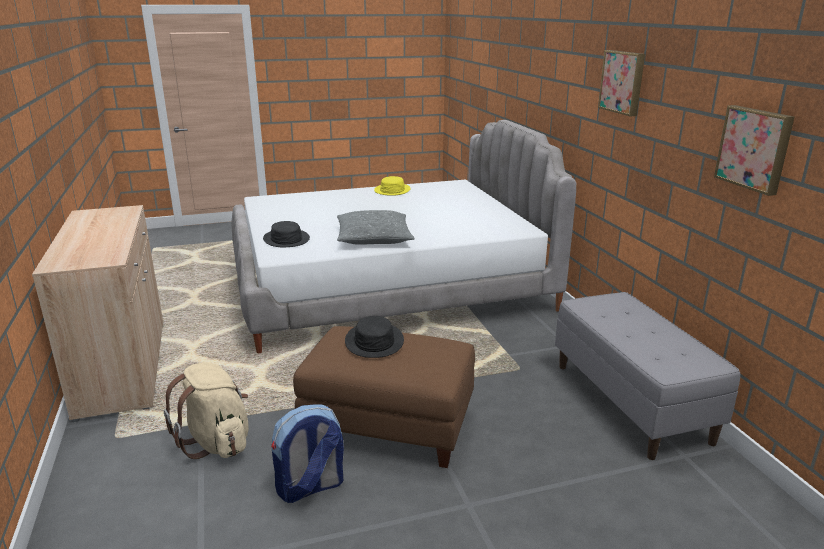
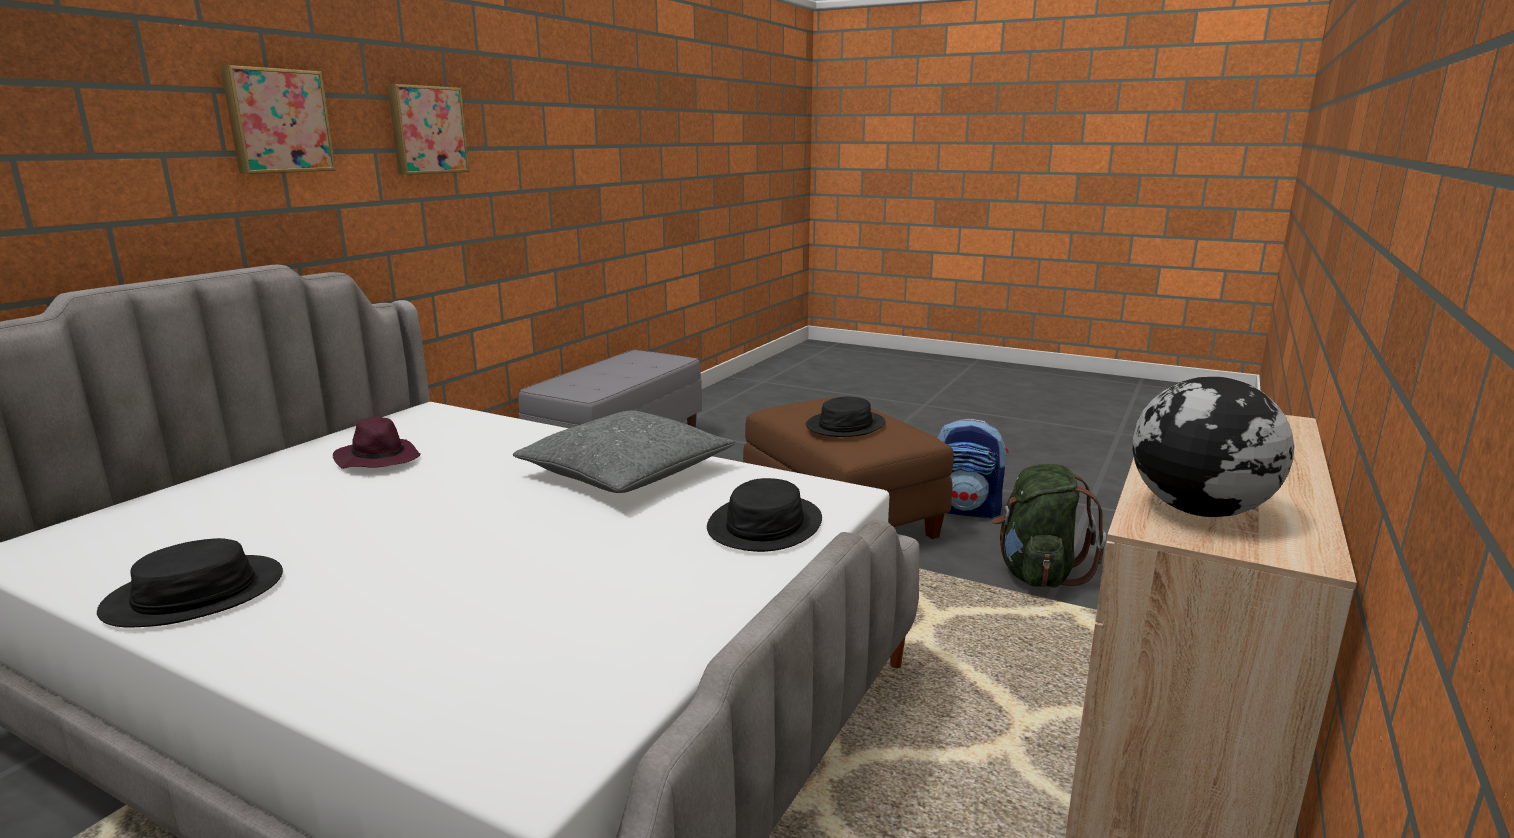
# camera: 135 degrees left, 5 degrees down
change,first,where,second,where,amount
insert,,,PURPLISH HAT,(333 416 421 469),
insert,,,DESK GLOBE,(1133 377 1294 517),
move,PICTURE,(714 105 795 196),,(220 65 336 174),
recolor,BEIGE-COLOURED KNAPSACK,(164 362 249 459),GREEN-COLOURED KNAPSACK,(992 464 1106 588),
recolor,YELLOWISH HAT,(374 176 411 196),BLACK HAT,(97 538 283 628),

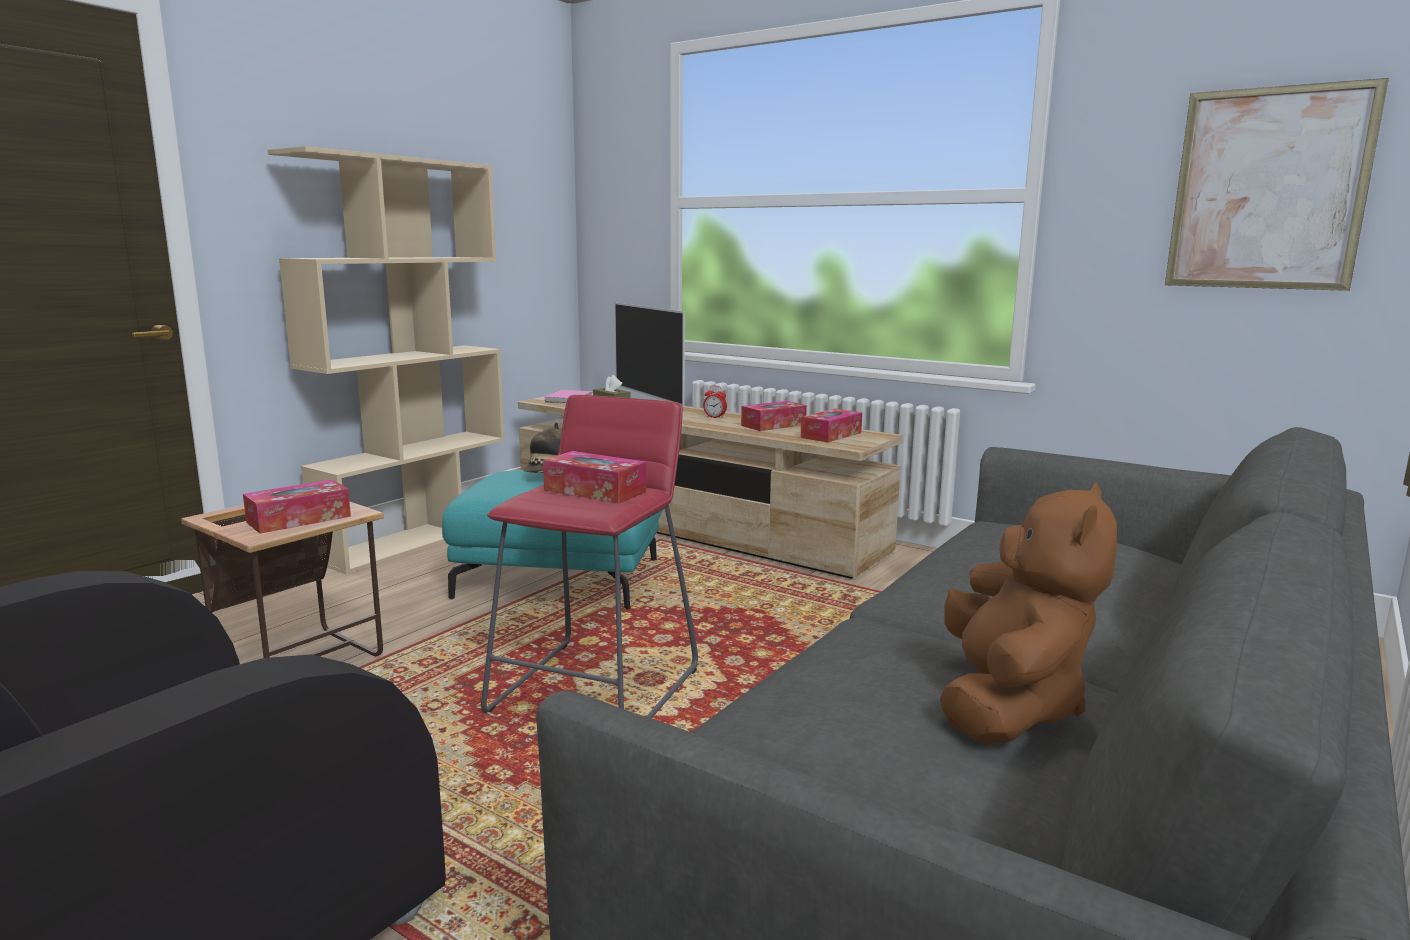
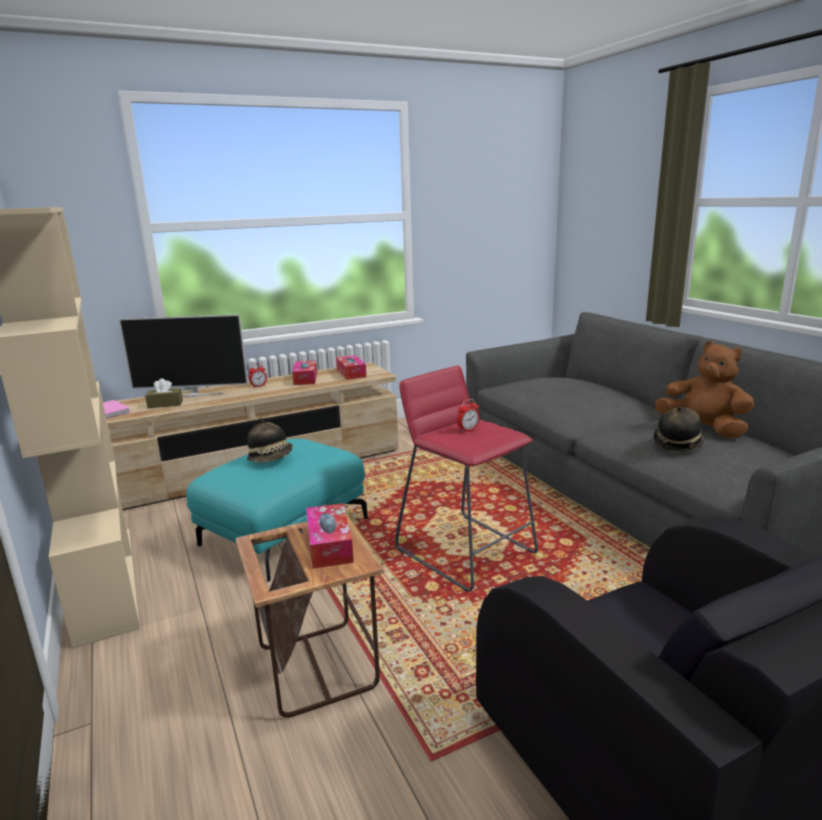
# camera: 60 degrees left, 5 degrees up
change,first,where,second,where,amount
delete,PICTURE,(1165 78 1389 291),,,
insert,,,HAT,(653 406 705 452),
replace,BOX OF TISSUES,(543 451 646 504),BEDSIDE CLOCK,(457 399 480 433),

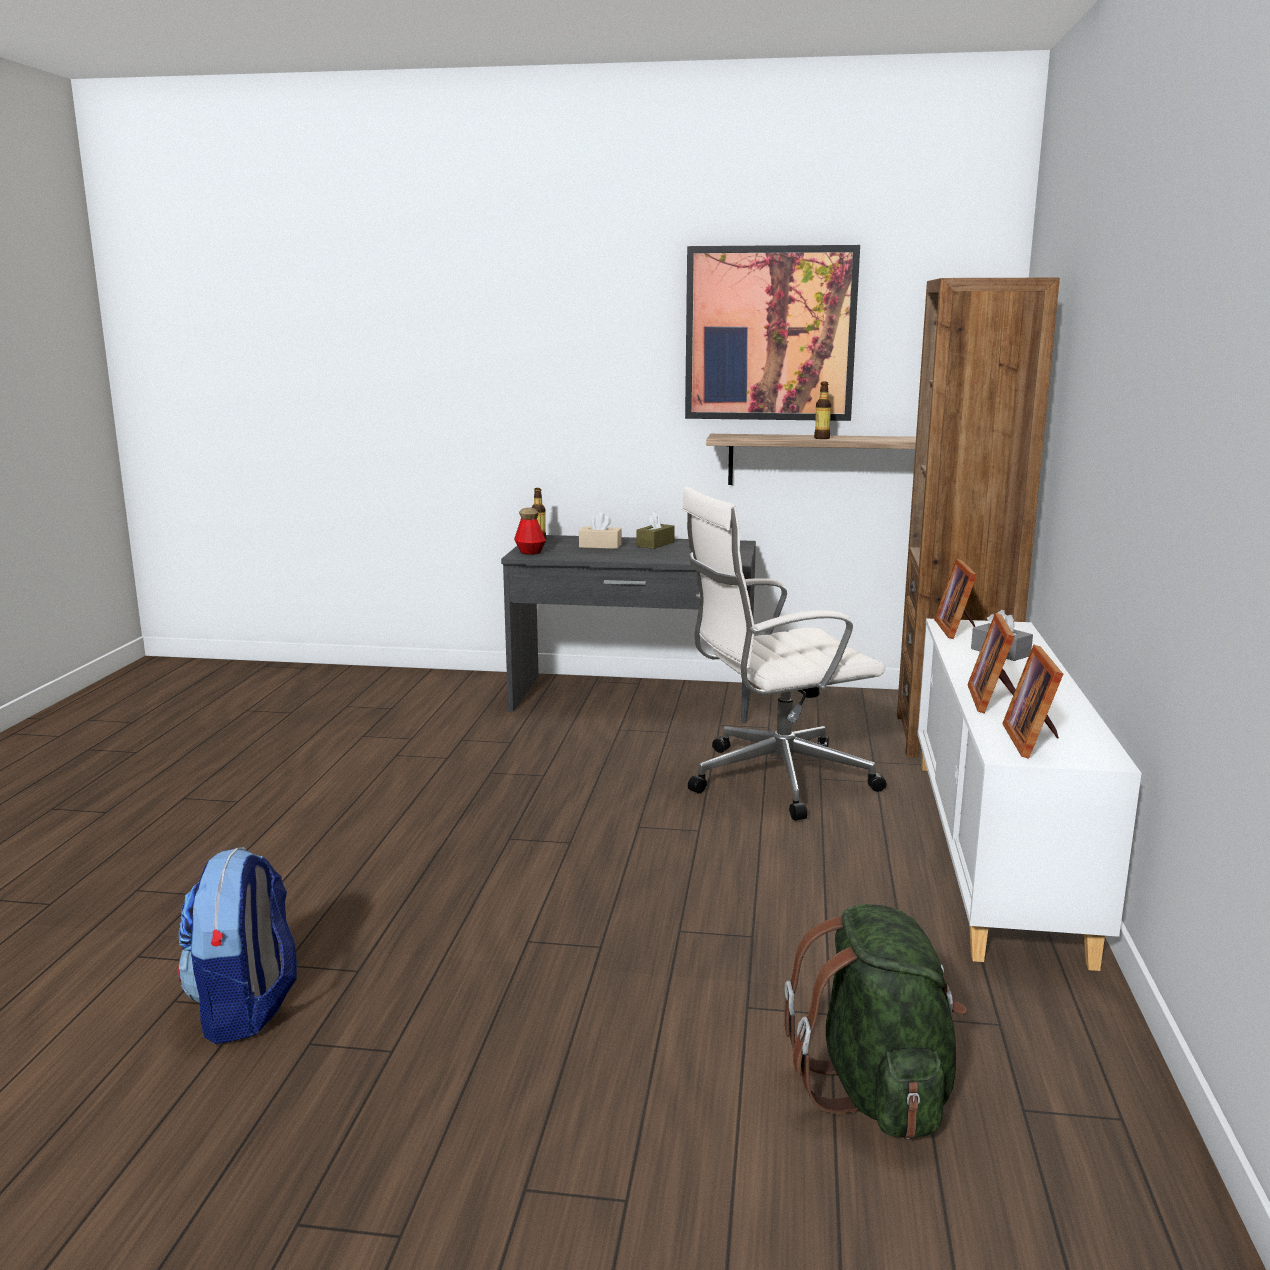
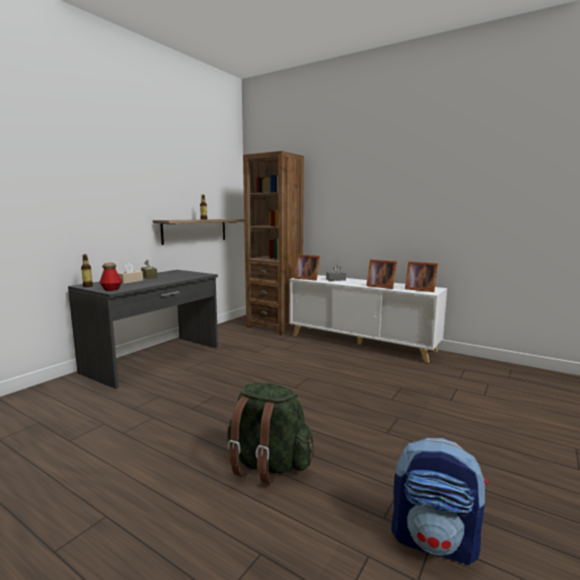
# camera: 65 degrees left, 5 degrees down
change,first,where,second,where,amount
delete,WHITISH OFFICE CHAIR,(681 486 887 821),,,
delete,PICTURE,(685 245 860 421),,,
move,GREEN-COLOURED KNAPSACK,(784 904 967 1139),,(227 383 314 484),

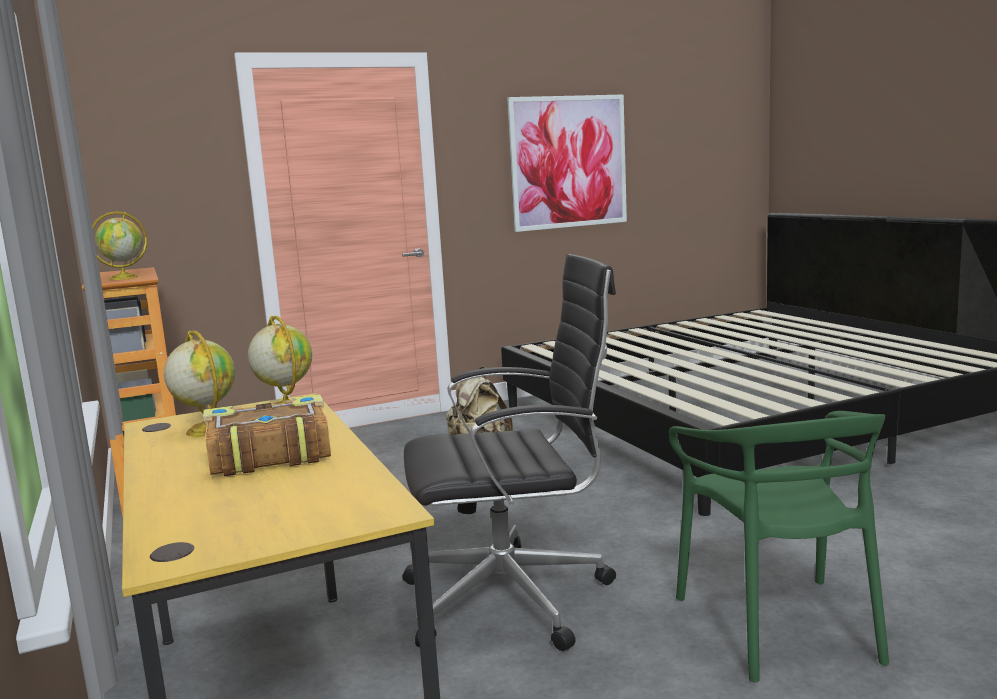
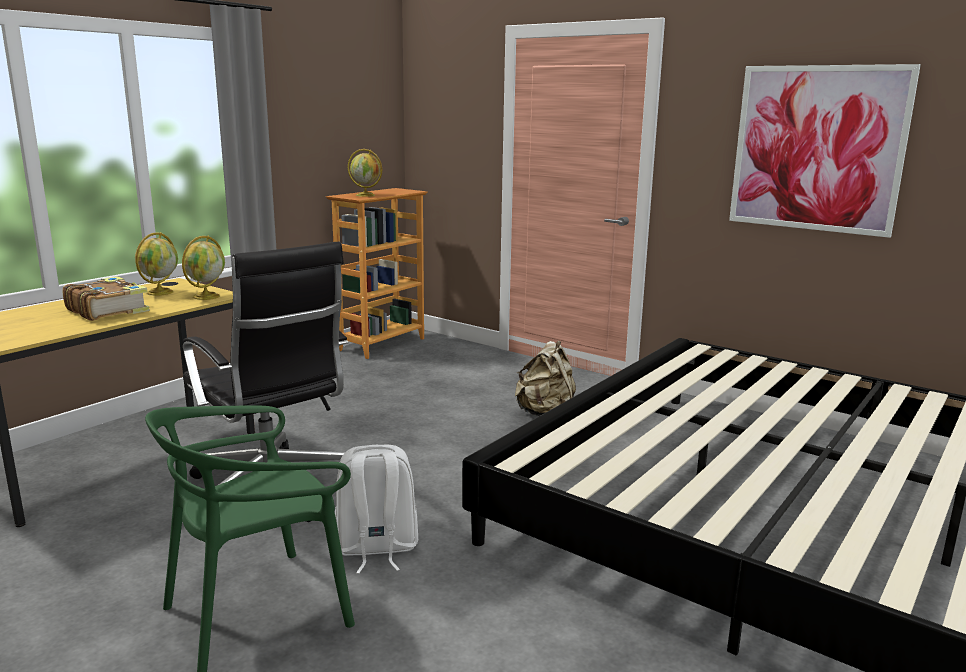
# camera: 60 degrees right, 5 degrees up
change,first,where,second,where,amount
insert,,,WHITISH KNAPSACK,(335 445 418 574),

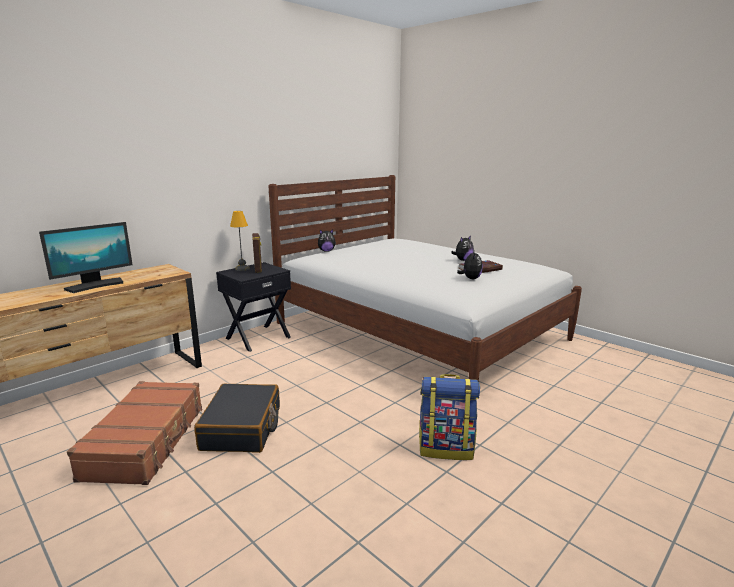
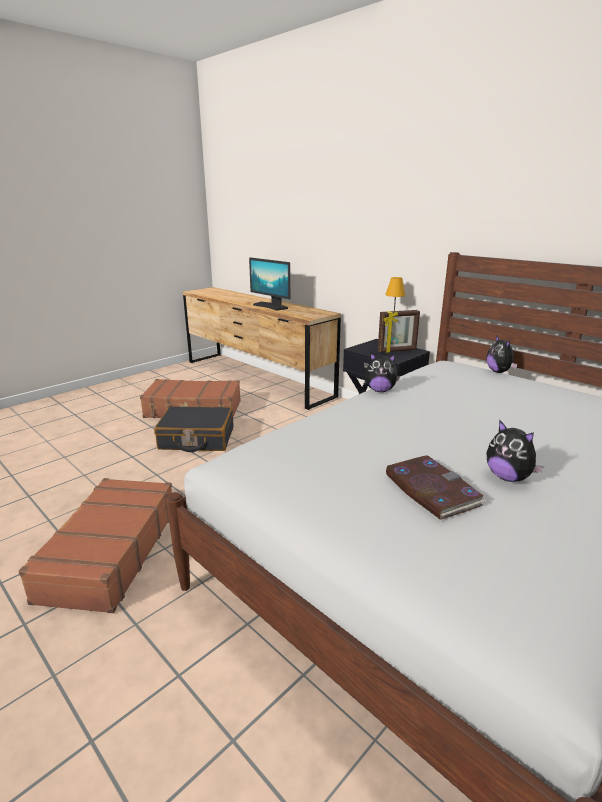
# camera: 90 degrees right, 5 degrees up
change,first,where,second,where,amount
move,PLUSH TOY,(457 250 483 279),,(365 353 400 392),
replace,KNAPSACK,(419 374 480 460),BROWN-COLOURED SUITCASE,(18 478 172 613),

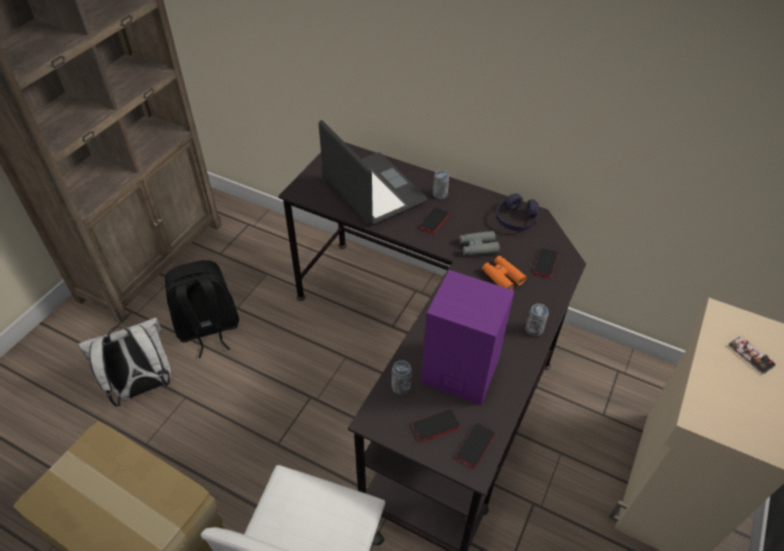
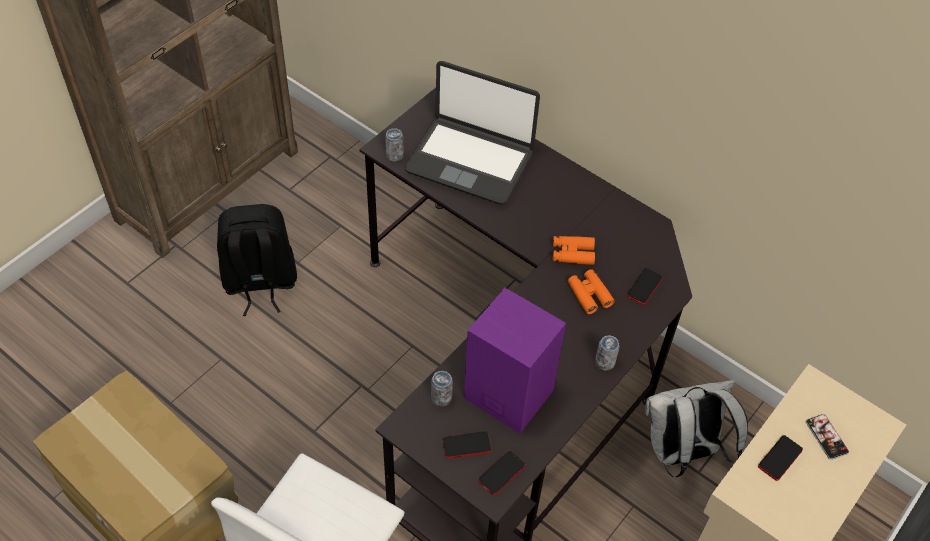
# camera: 10 degrees right, 5 degrees up
change,first,where,second,where,amount
delete,PURPLISH HEADSET,(496 193 539 231),,,
move,WHITISH KNAPSACK,(78 317 171 407),,(645 380 748 477),
move,HANDSET,(420 207 449 234),,(758 435 803 481),
move,SEALED CAN,(433 170 449 199),,(385 128 404 161),
recolor,GRAY BINOCULARS,(459 231 500 255),ORANGE-COLOURED BINOCULARS,(553 236 595 265),
rotate,PORTABLE COMPUTER,(319 120 428 225),,(405 61 540 205),135 degrees clockwise

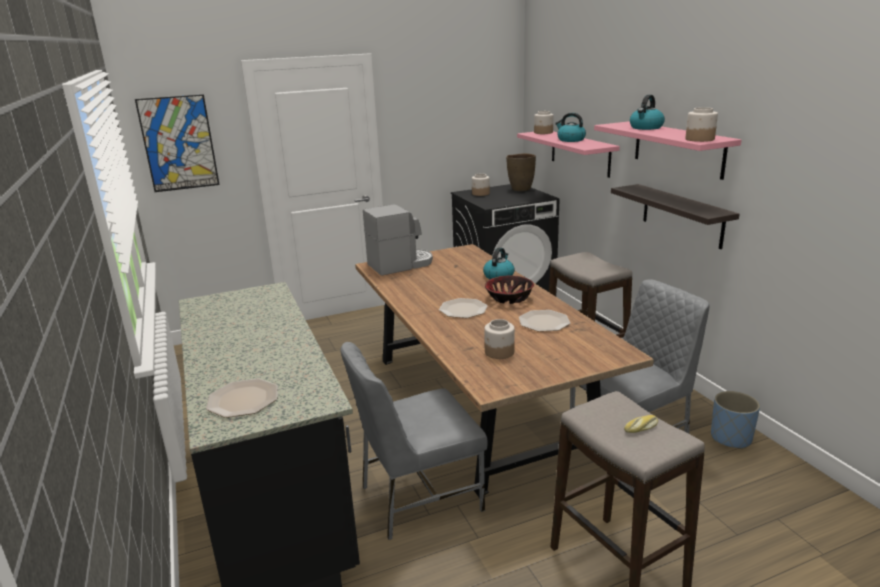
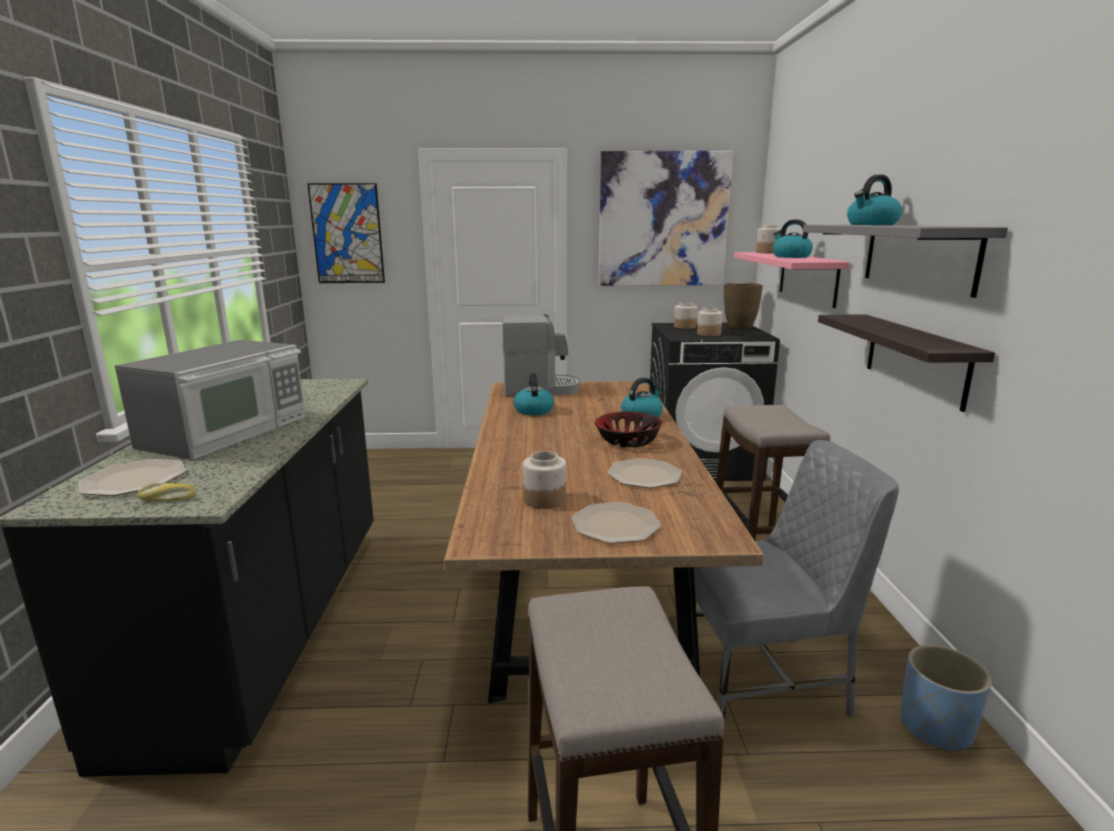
# camera: 20 degrees right, 5 degrees down
change,first,where,second,where,amount
delete,GRAY CHAIR,(340 342 488 540),,,
insert,,,MICROWAVE OVEN,(115 340 306 460),
insert,,,WATER KETTLE,(514 373 554 415),
insert,,,PICTURE,(599 151 733 286),
move,DINNER PLATE,(439 298 488 318),,(571 502 661 544),
move,BREAD,(624 415 658 433),,(137 482 196 501),
move,STORAGE JAR,(685 107 718 142),,(697 307 723 336),
recolor,PINK-COLOURED SHELF,(594 121 742 180),GRAY SHELF,(803 225 1008 298),

